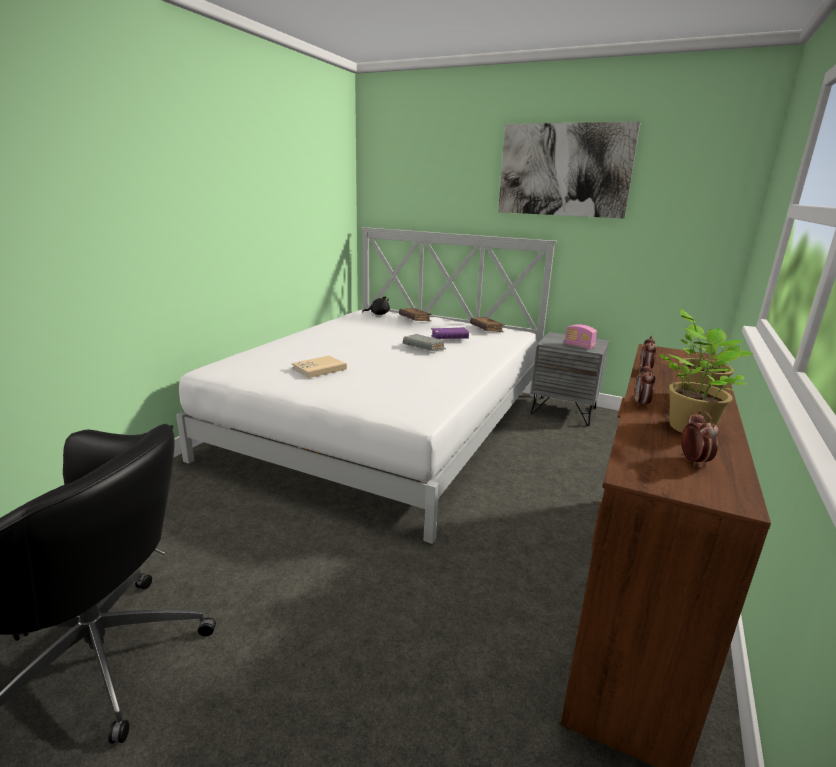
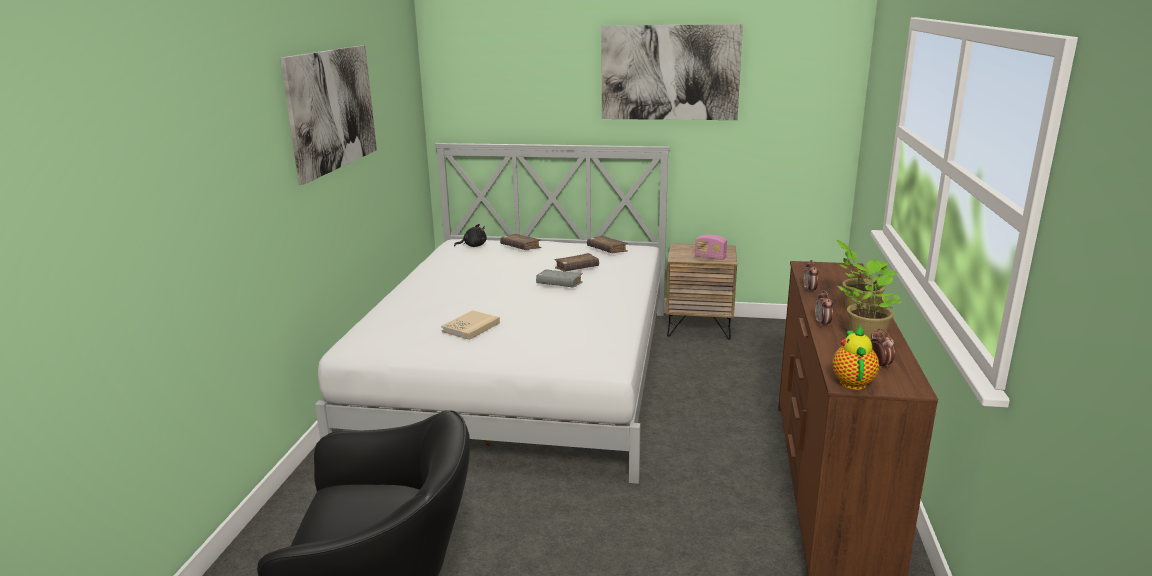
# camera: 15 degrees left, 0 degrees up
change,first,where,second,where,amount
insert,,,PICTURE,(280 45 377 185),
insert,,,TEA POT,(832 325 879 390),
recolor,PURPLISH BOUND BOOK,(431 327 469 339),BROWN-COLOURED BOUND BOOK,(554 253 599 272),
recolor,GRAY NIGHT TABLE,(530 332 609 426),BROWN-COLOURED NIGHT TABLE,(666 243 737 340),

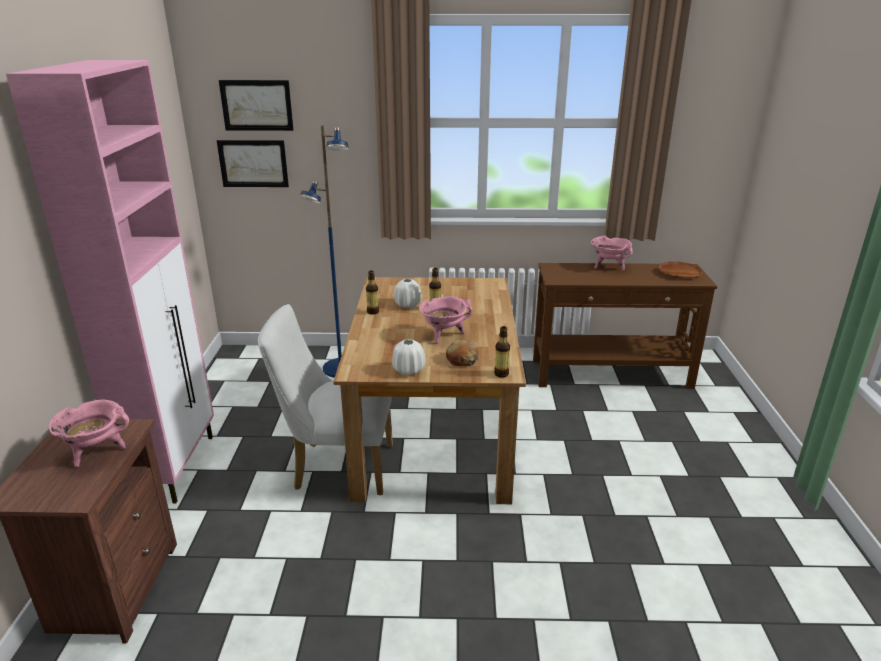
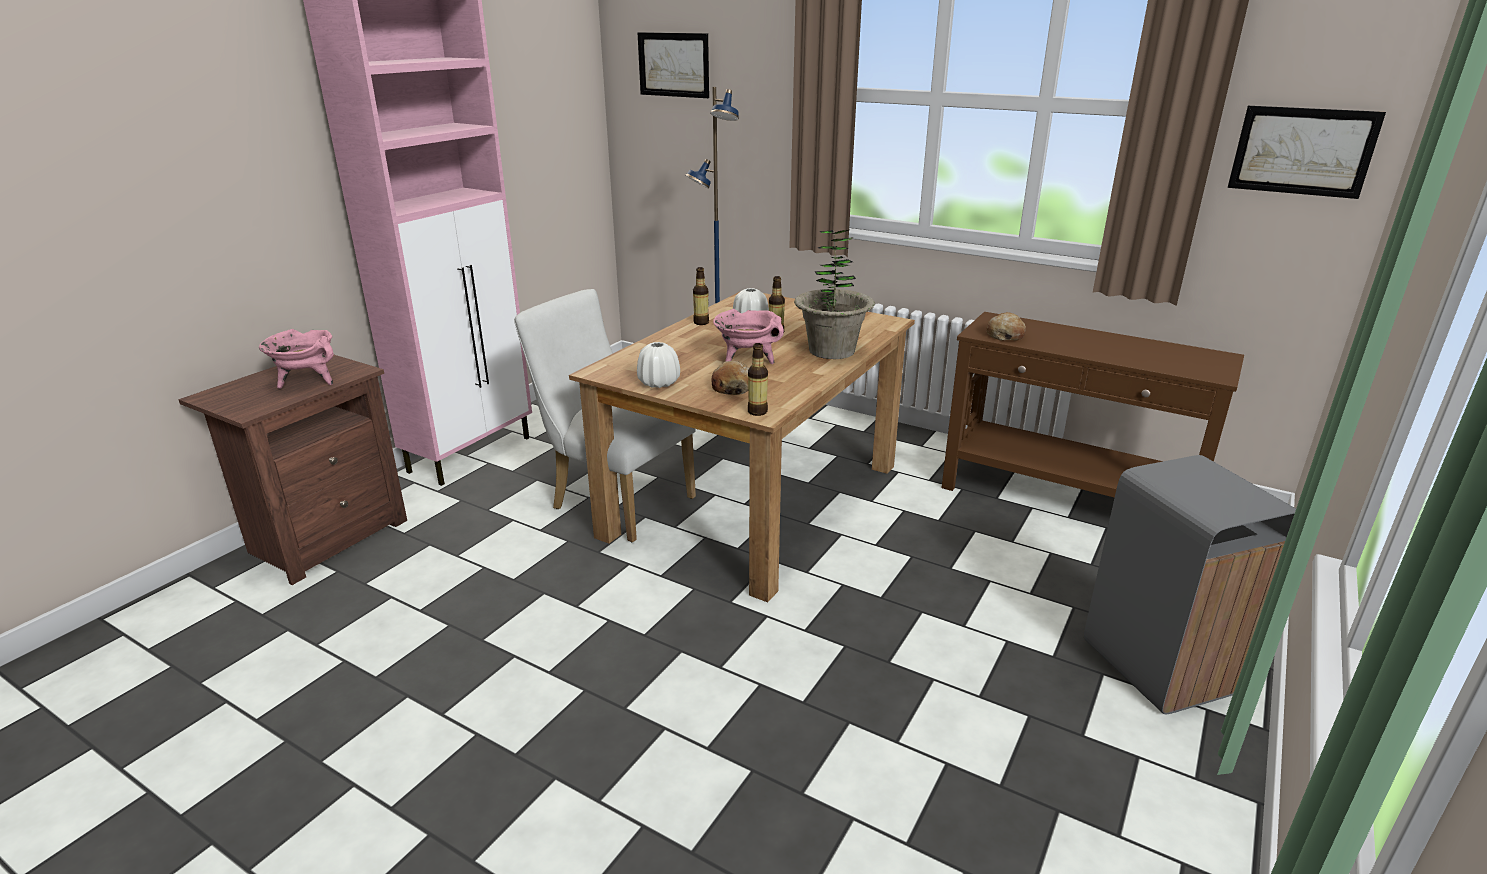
# camera: 30 degrees right, 0 degrees up
change,first,where,second,where,amount
delete,PINK-COLOURED COOKING POT,(591 235 633 271),,,
delete,BROWN-COLOURED DINNER PLATE,(657 261 702 278),,,
insert,,,POTTED PLANT,(794 230 875 359),
insert,,,BREAD,(986 312 1026 341),
insert,,,GRAY WASTE BIN,(1084 455 1296 714),
move,PICTURE,(217 140 289 187),,(1228 106 1386 199),

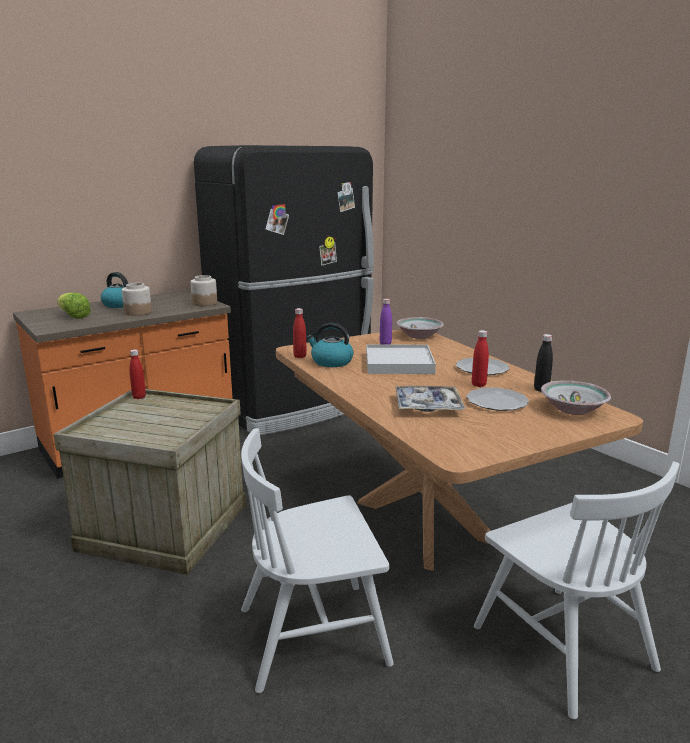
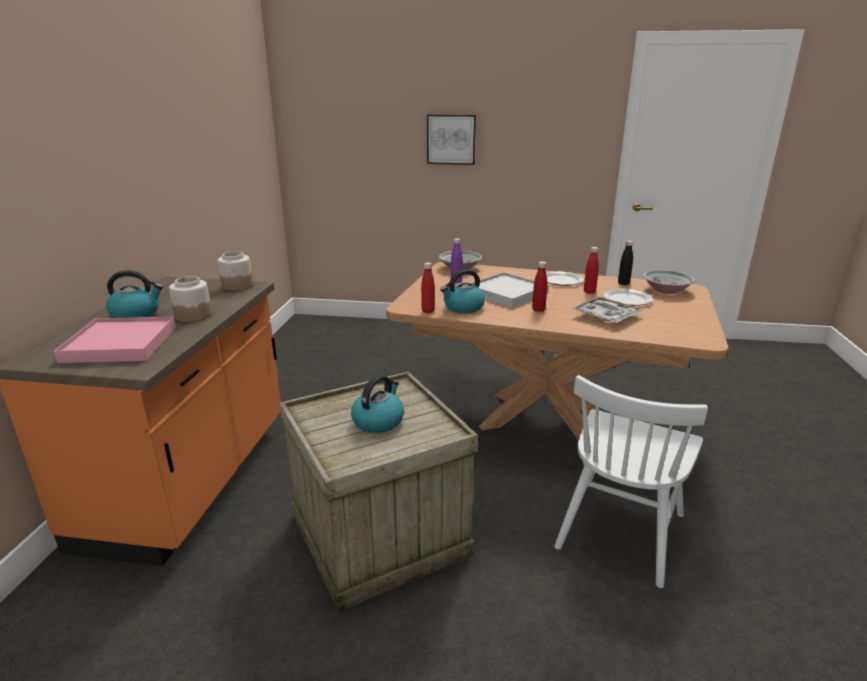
# camera: 45 degrees left, 5 degrees up
change,first,where,second,where,amount
delete,BLACK FRIDGE,(194 145 374 435),,,
delete,WHITISH CHAIR,(474 461 679 719),,,
insert,,,WATER KETTLE,(351 375 404 433),
insert,,,PICTURE,(427 114 476 165),
move,RED-COLOURED BEVERAGE BOTTLE,(129 349 146 399),,(532 262 547 312),
replace,LETTUCE,(57 293 91 319),PINK-COLOURED SERVING TRAY,(54 317 176 363),

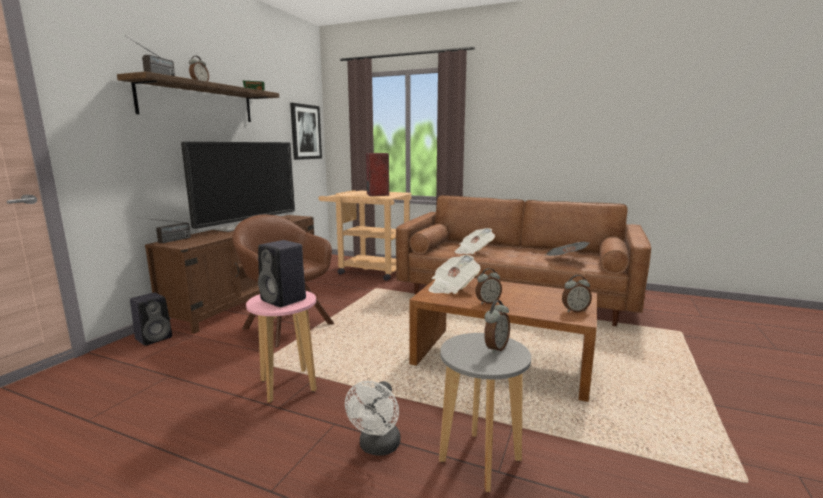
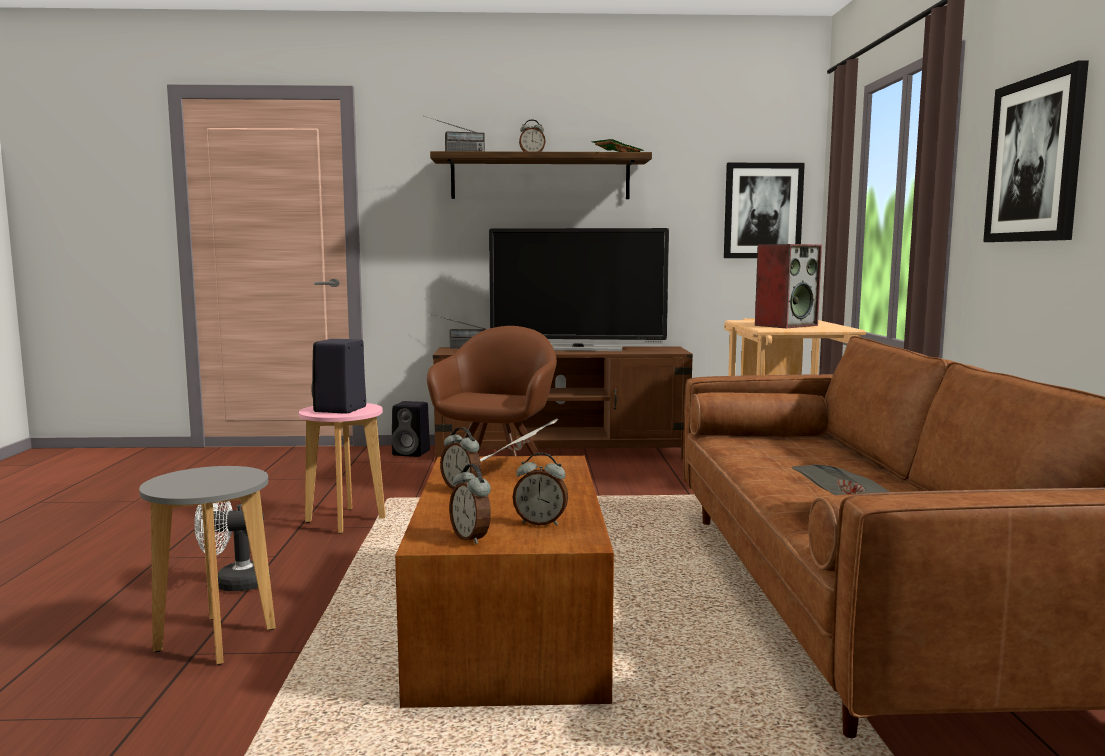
# camera: 65 degrees right, 5 degrees down
change,first,where,second,where,amount
delete,DAILY PAPER,(454 228 495 254),,,
insert,,,PICTURE,(983 60 1089 242),
move,BEDSIDE CLOCK,(484 300 510 354),,(513 453 568 526),

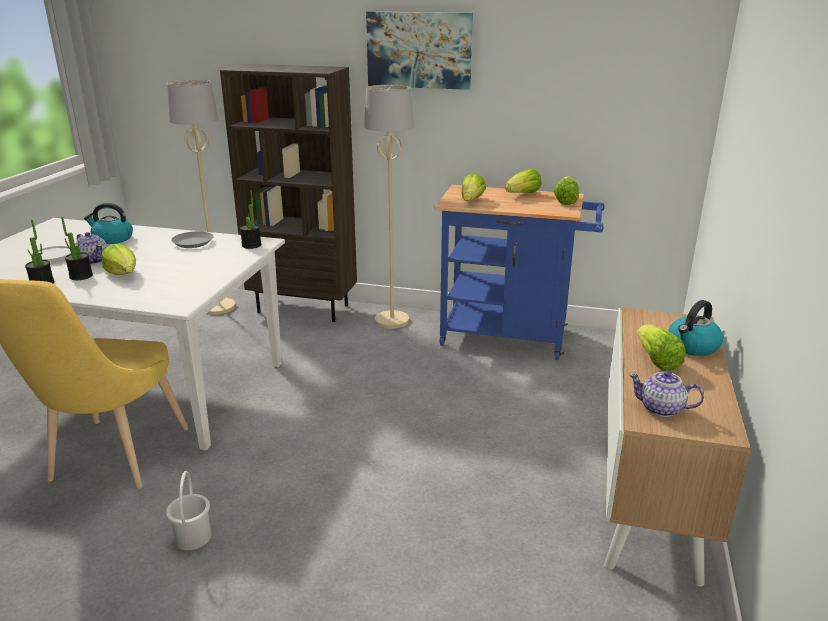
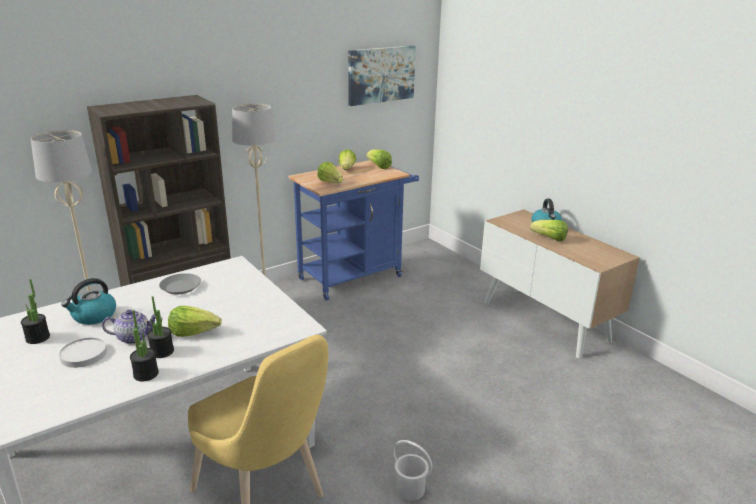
# camera: 50 degrees left, 0 degrees up
change,first,where,second,where,amount
delete,TEA POT,(628 371 704 417),,,
move,POTTED PLANT,(240 190 262 249),,(21 279 50 344),
move,PICTURE,(366 12 473 90),,(348 45 416 106),

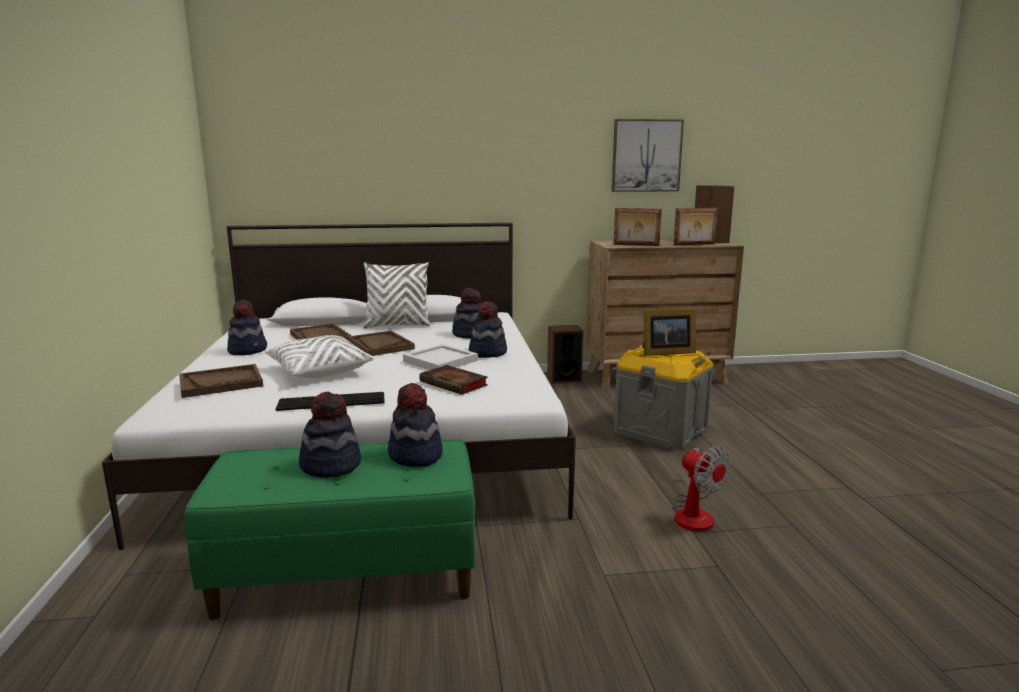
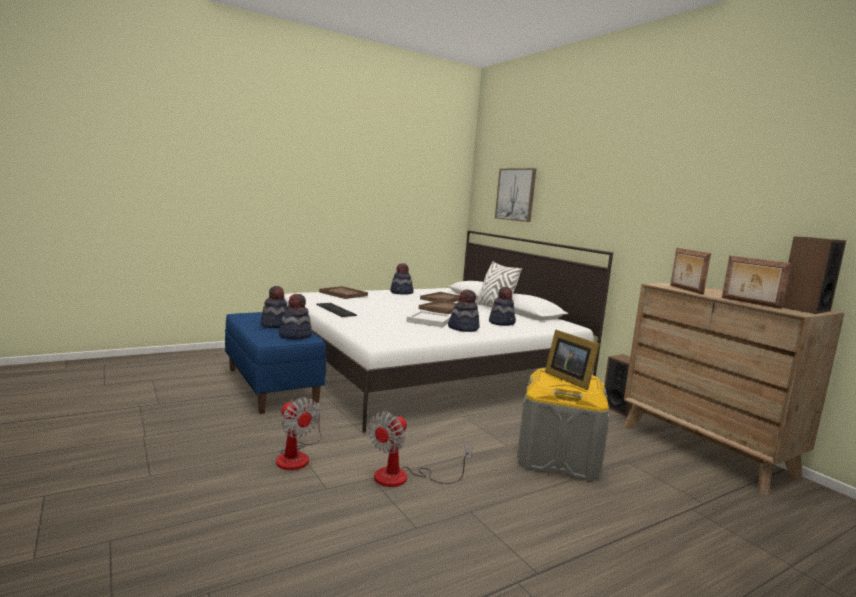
# camera: 65 degrees right, 5 degrees down
change,first,where,second,where,amount
delete,WHITISH PILLOW,(265 335 374 378),,,
delete,BOUND BOOK,(419 365 488 395),,,
insert,,,FAN,(276 397 322 470),
move,PICTURE,(612 119 684 192),,(495 168 536 222),
recolor,GREEN-COLOURED BENCH,(184 439 475 620),BLUE BENCH,(225 312 326 414),

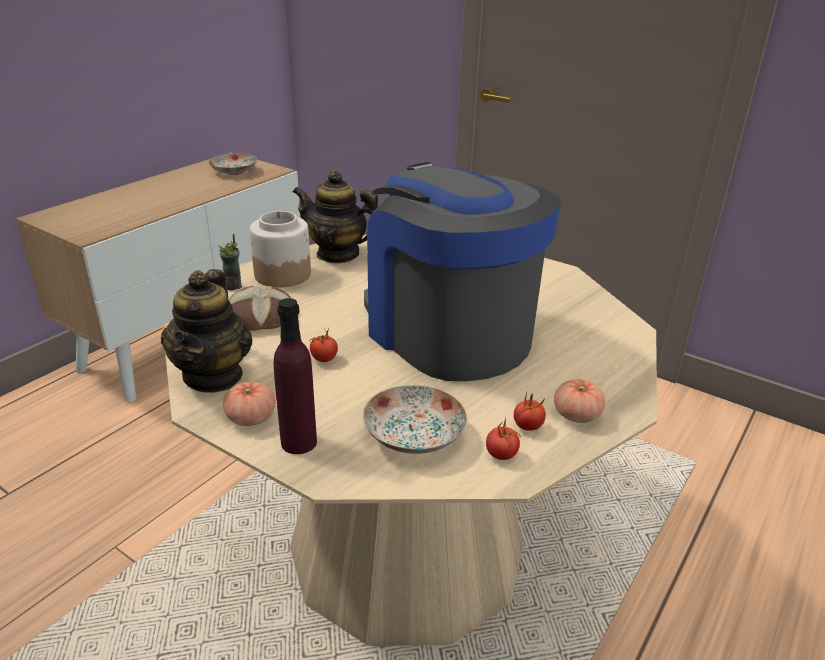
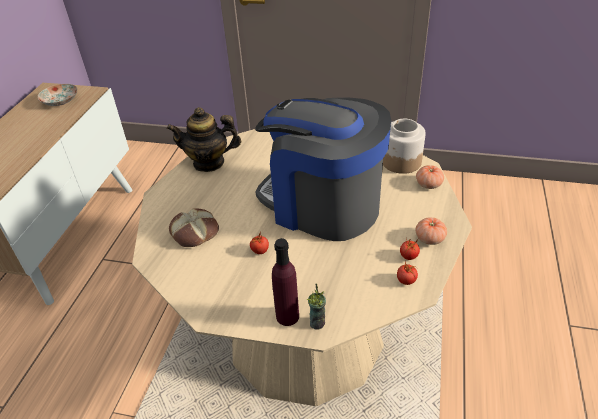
# camera: 20 degrees left, 10 degrees up
change,first,where,second,where,amount
delete,TEA POT,(161 269 252 393),,,
delete,DINNER PLATE,(363 385 467 454),,,
move,SMALL CUP,(219 234 242 291),,(307 283 326 330),
move,FRESH TOMATO,(223 381 276 426),,(416 165 444 189),
move,STORAGE JAR,(249 211 311 287),,(383 119 426 174),

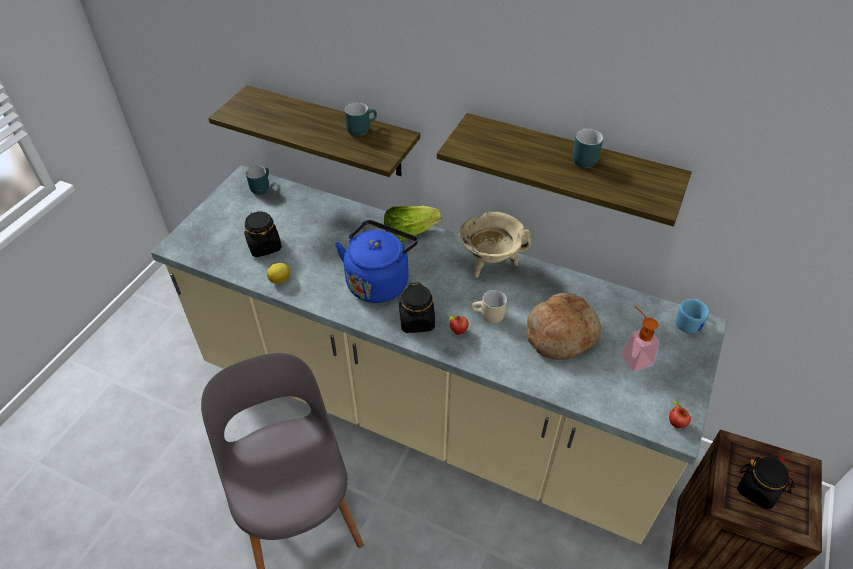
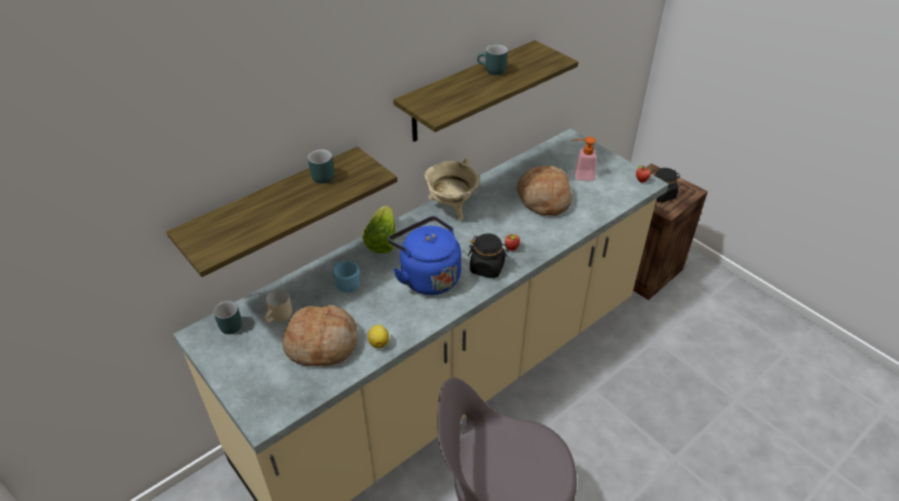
# camera: 65 degrees left, 5 degrees down
change,first,where,second,where,amount
move,BEIGE-COLOURED MUG,(472 290 507 324),,(264 289 292 323),
move,BLUE MUG,(676 299 709 334),,(333 261 360 293),
replace,BLACK STORAGE JAR,(244 211 282 257),BREAD,(282 305 358 366),

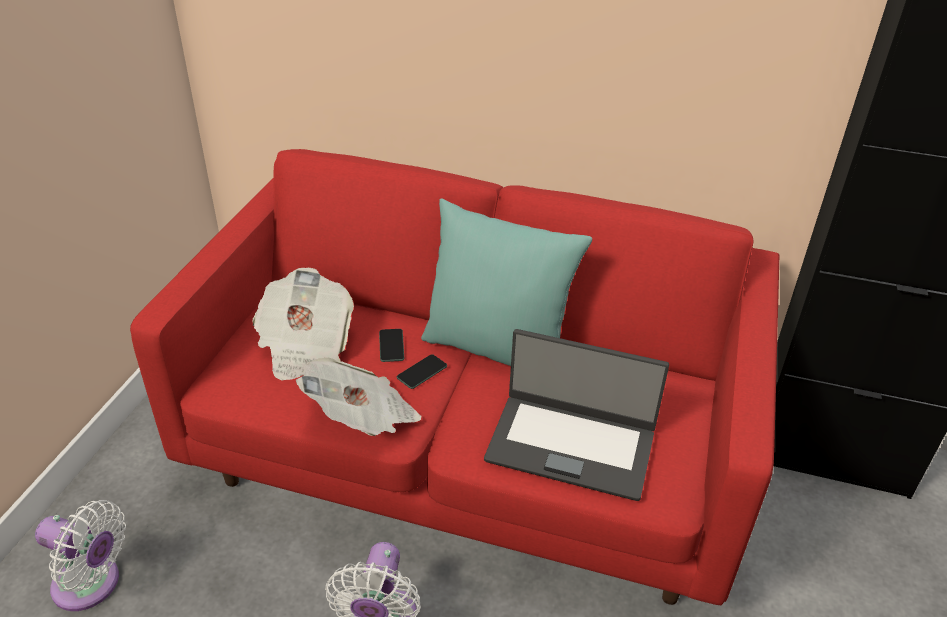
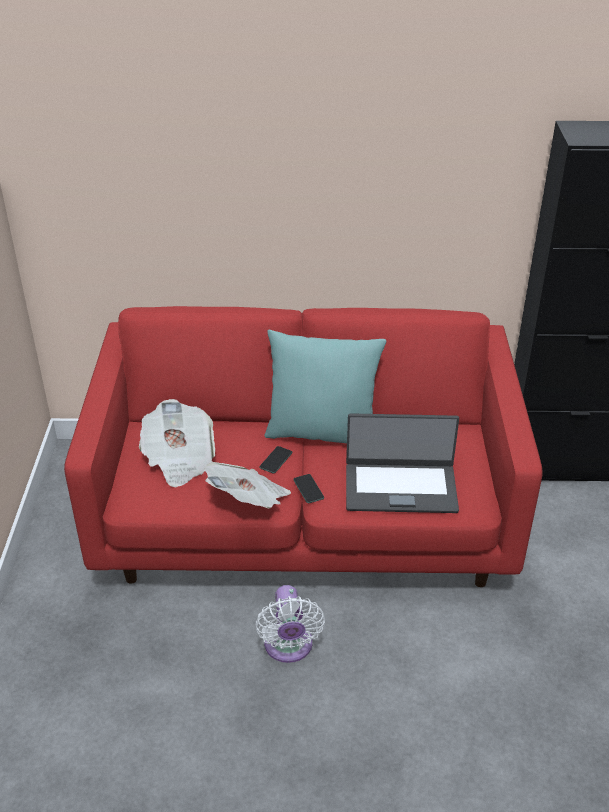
# camera: 15 degrees left, 0 degrees up
change,first,where,second,where,amount
delete,WHITISH FAN,(35 500 126 611),,,
move,HANDSET,(379 329 404 362),,(293 474 324 503),

